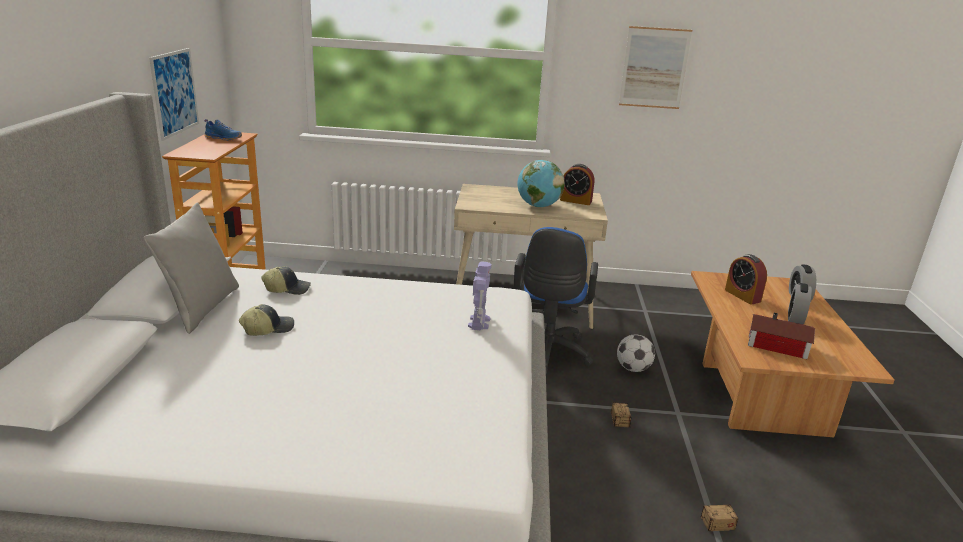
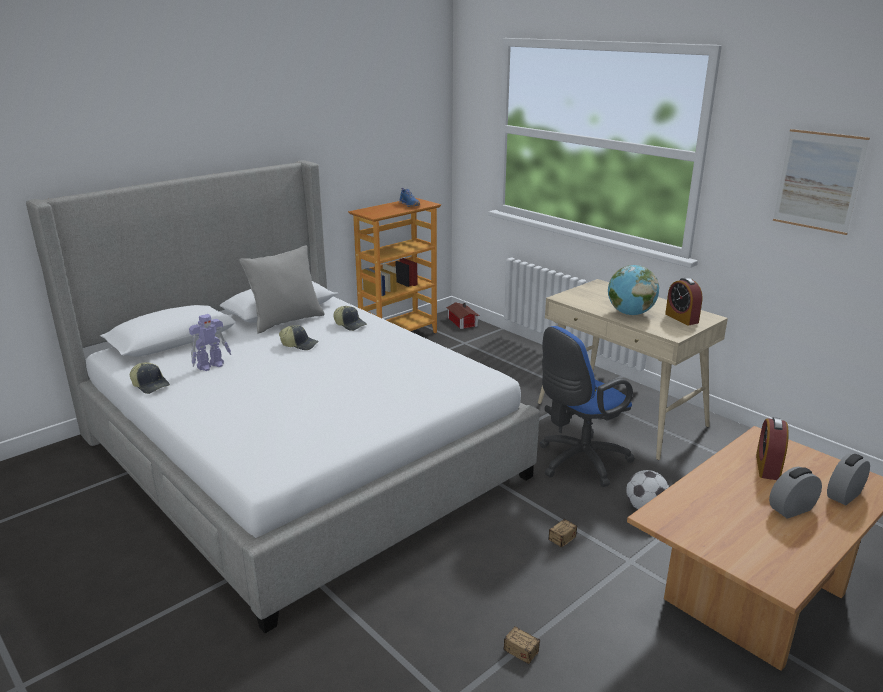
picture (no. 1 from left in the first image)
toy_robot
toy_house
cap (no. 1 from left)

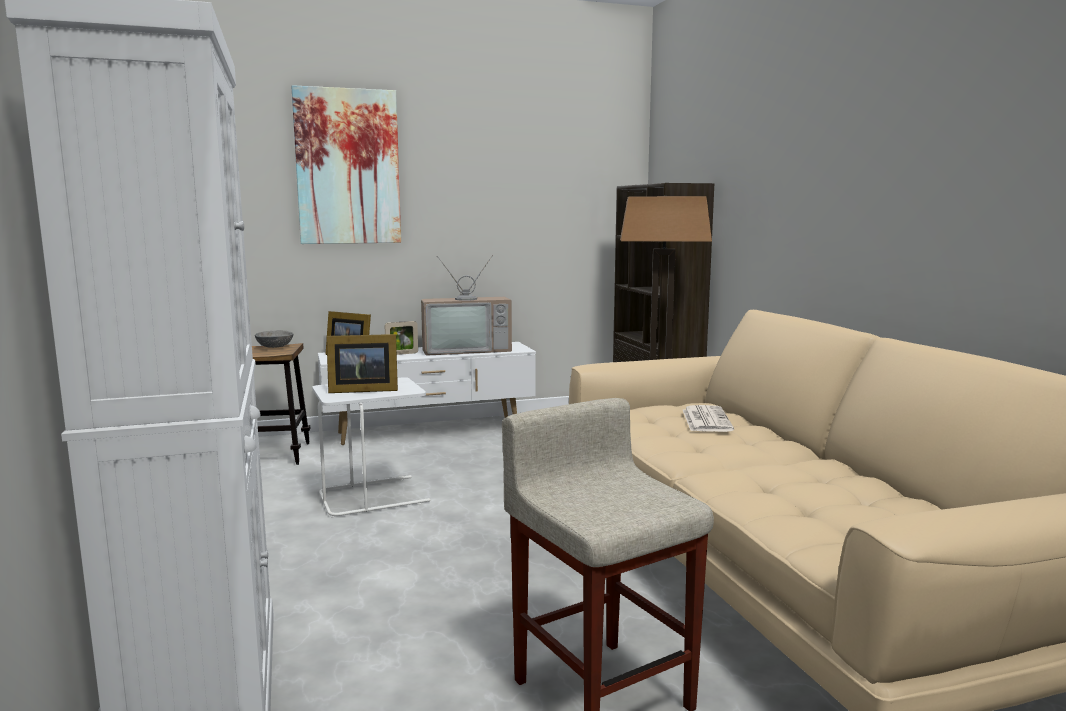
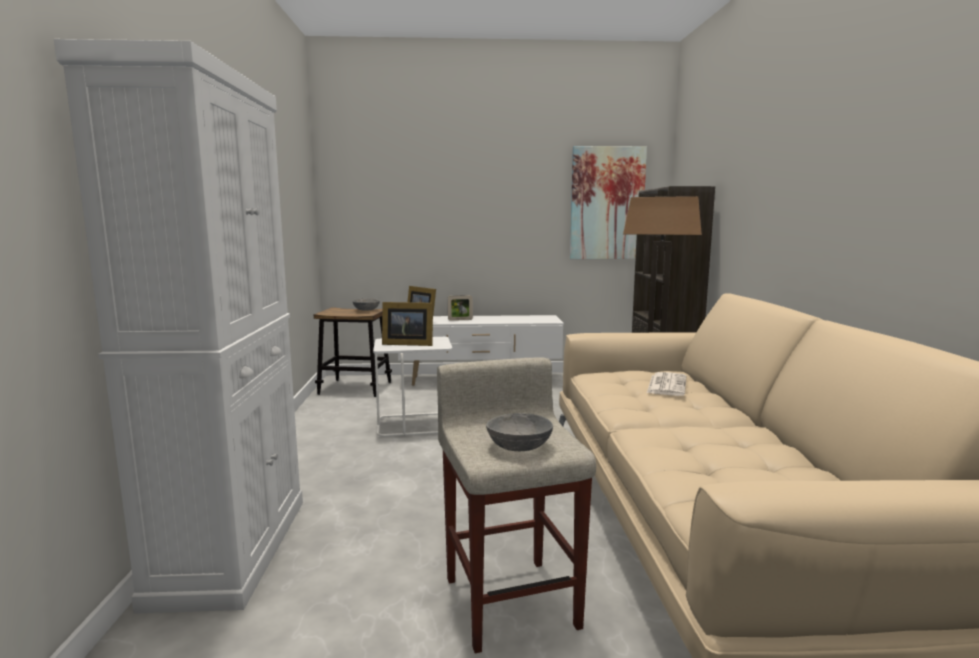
picture
television
grey_bowl (no. 2 from left)

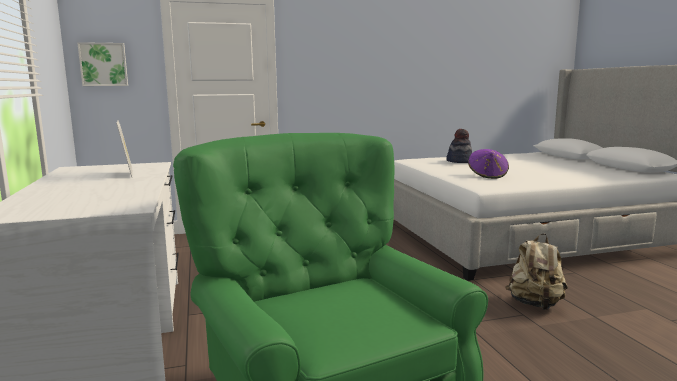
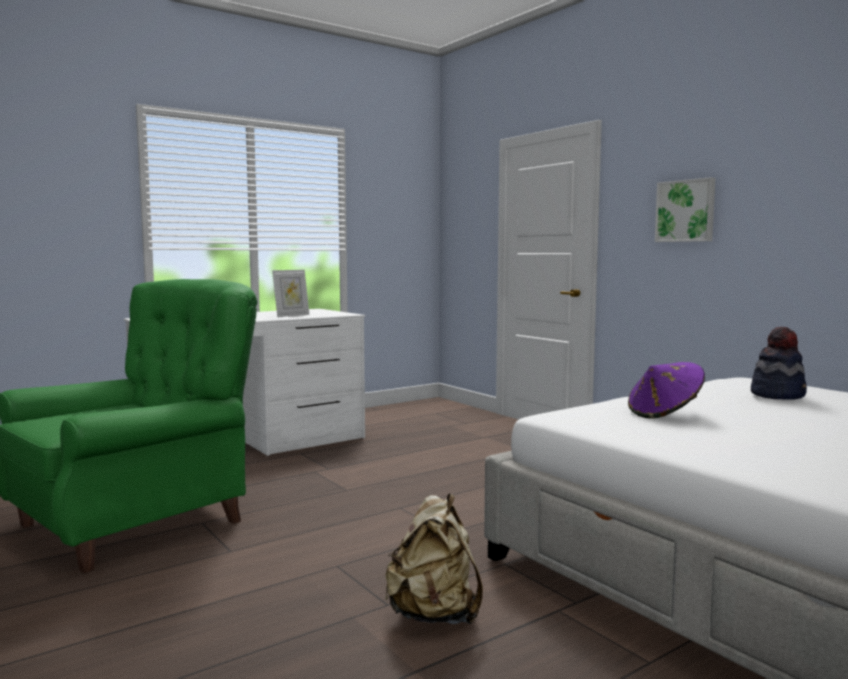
picture

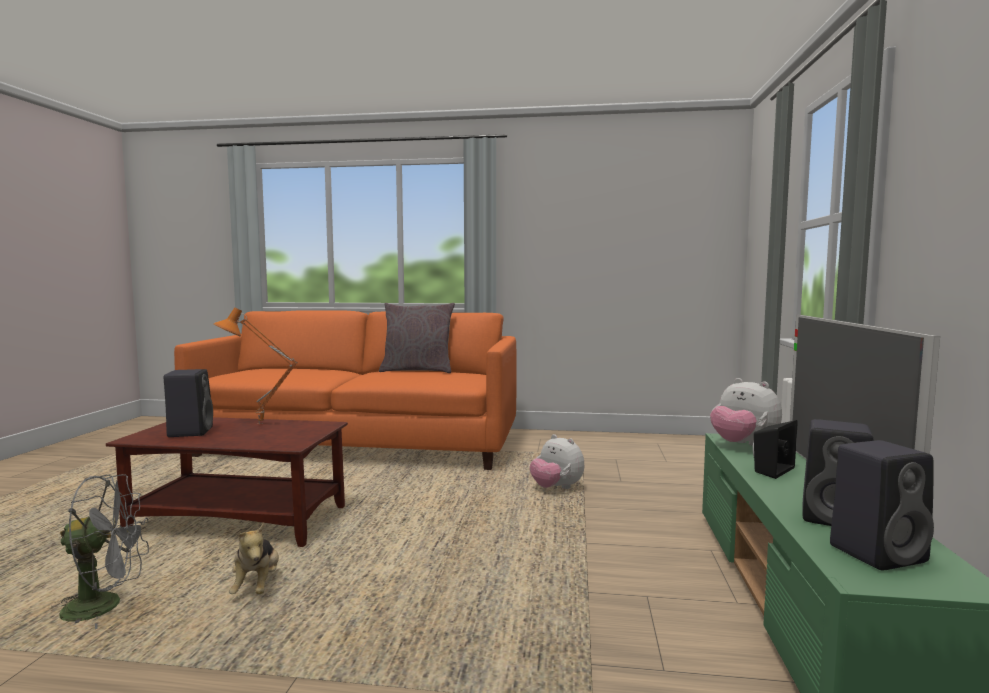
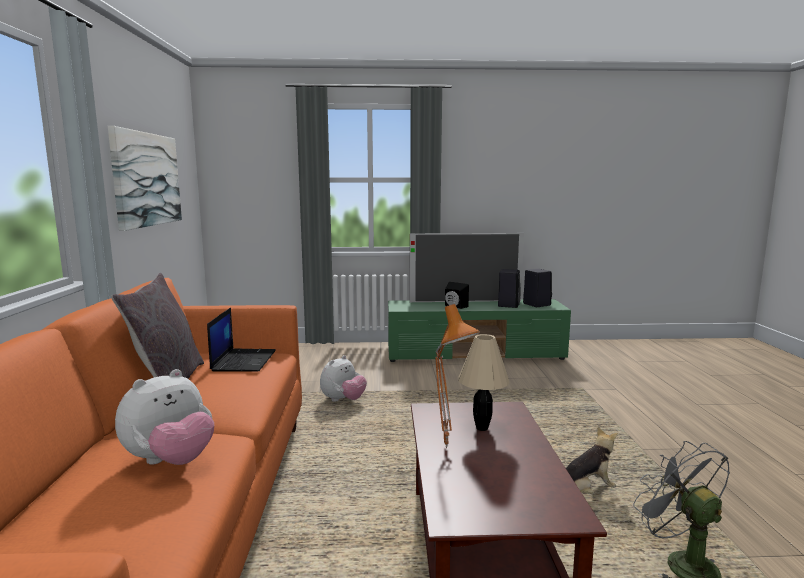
black_speaker (no. 1 from left in the first image)
plush_toy (no. 1 from left)
picture
laptop
beige_table_lamp

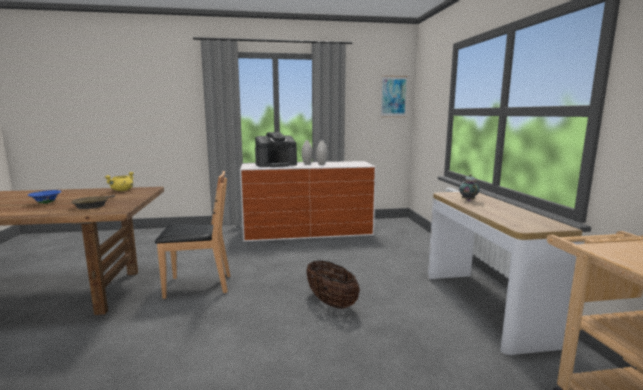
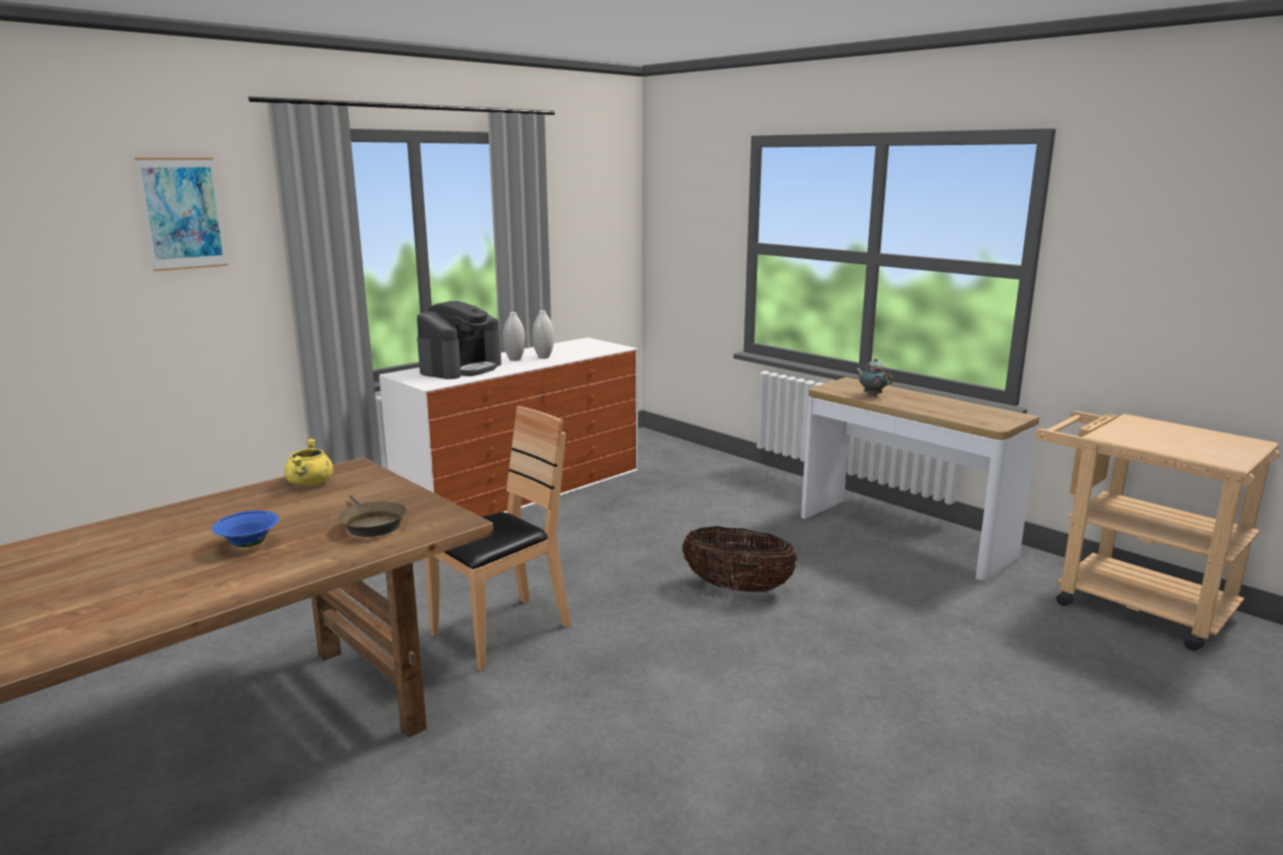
picture

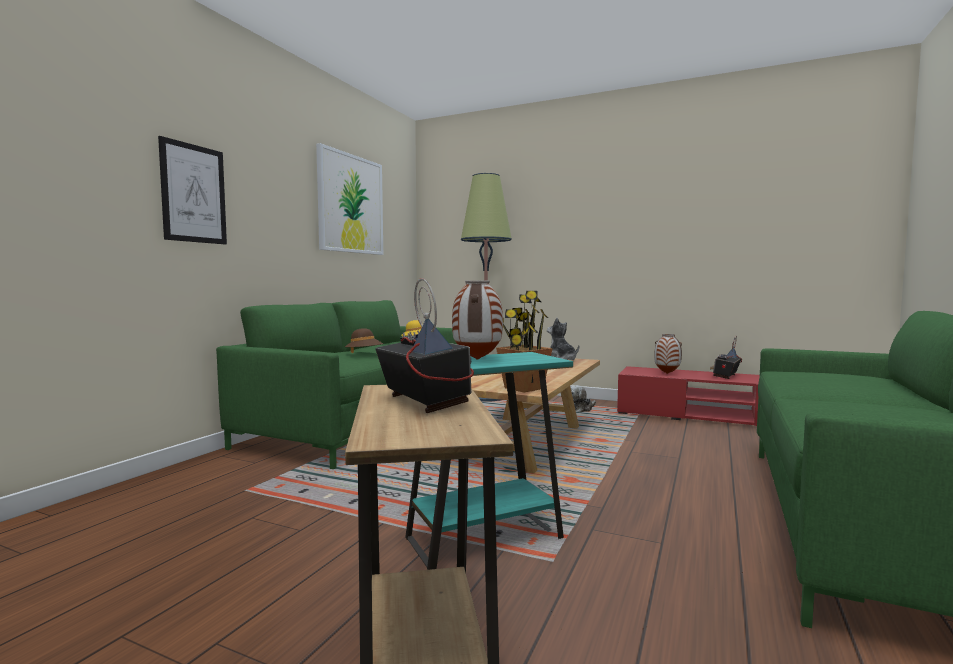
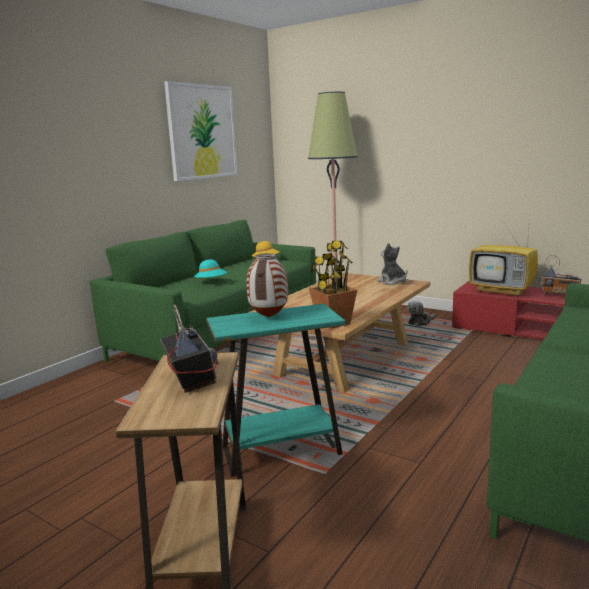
picture (no. 1 from left in the first image)
turquoise_hat
television
radio (no. 2 from left)

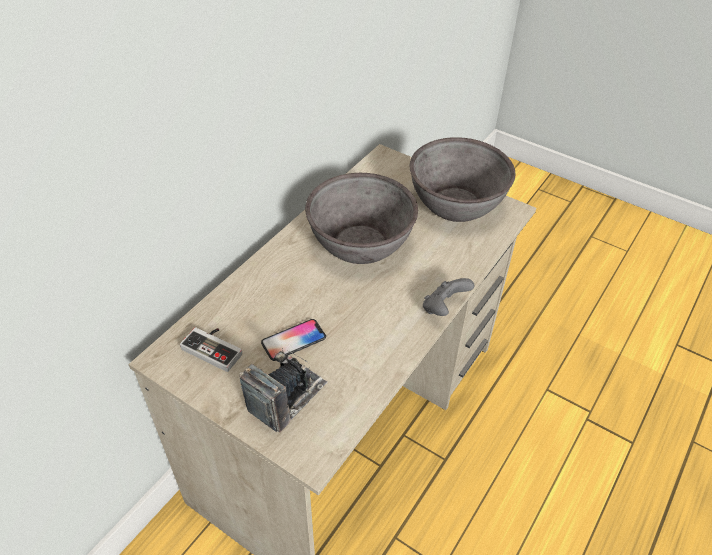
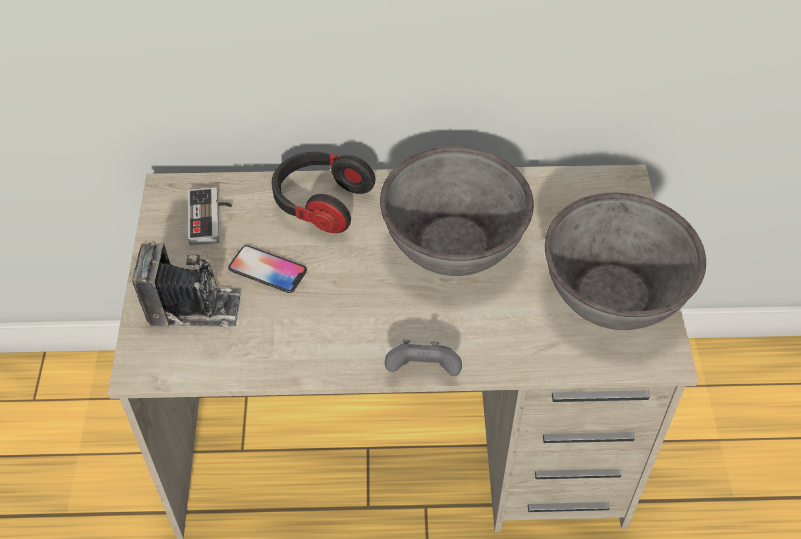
headphones

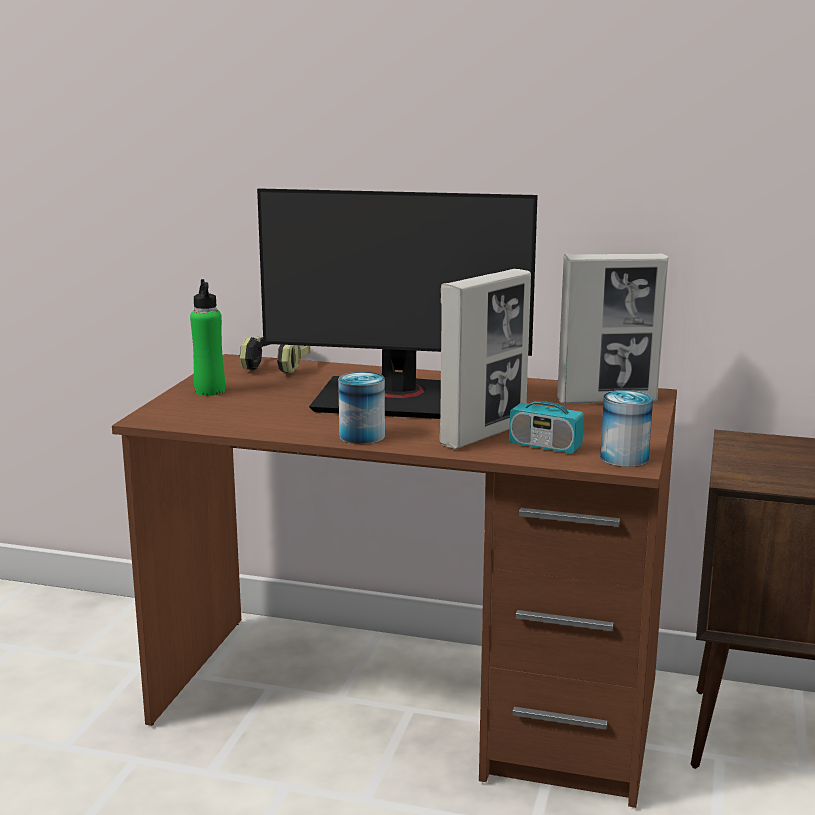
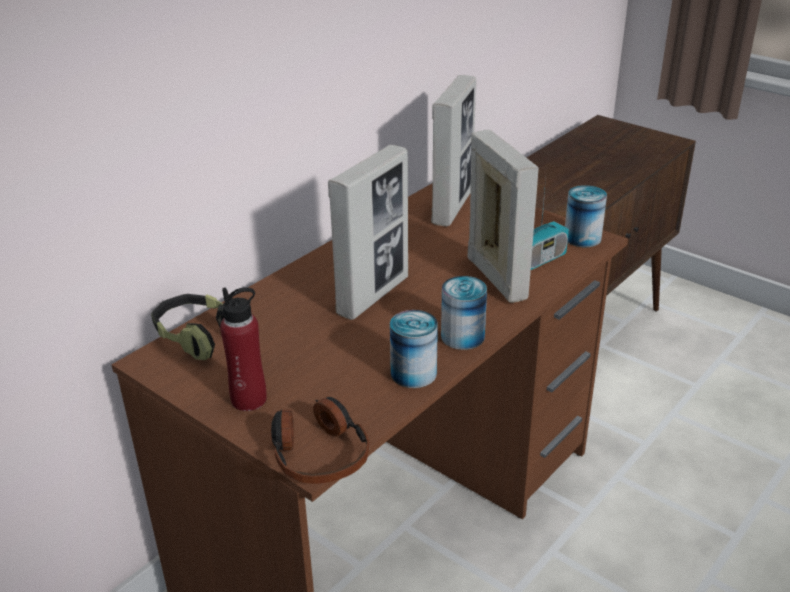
red_bottle
picture_frame (no. 1 from left)
headphones (no. 2 from left)
can (no. 1 from left)

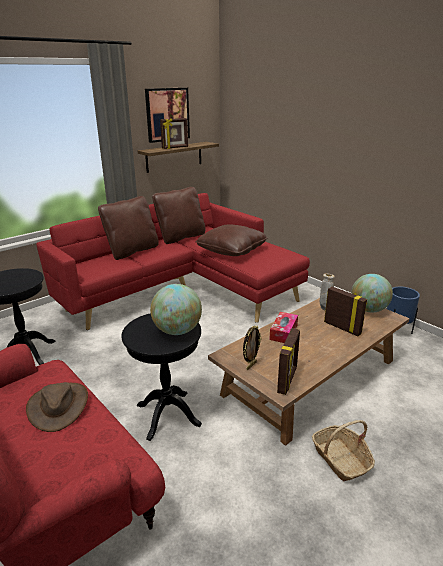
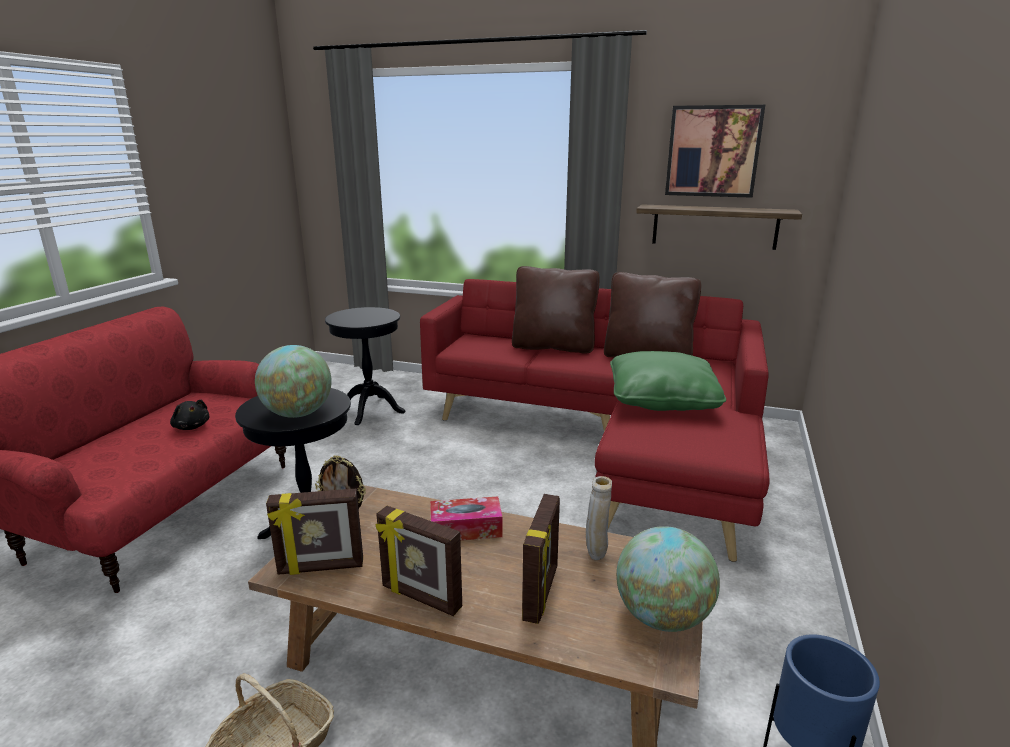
black_plush_toy
picture_frame (no. 3 from left)
green_pillow

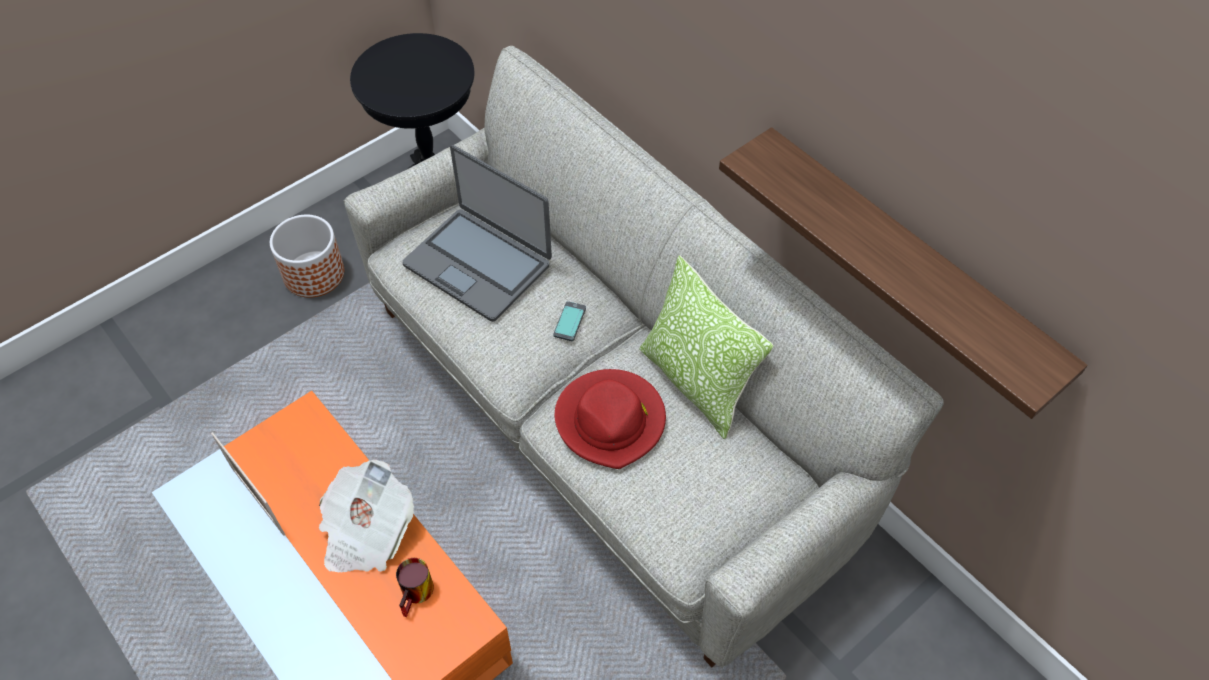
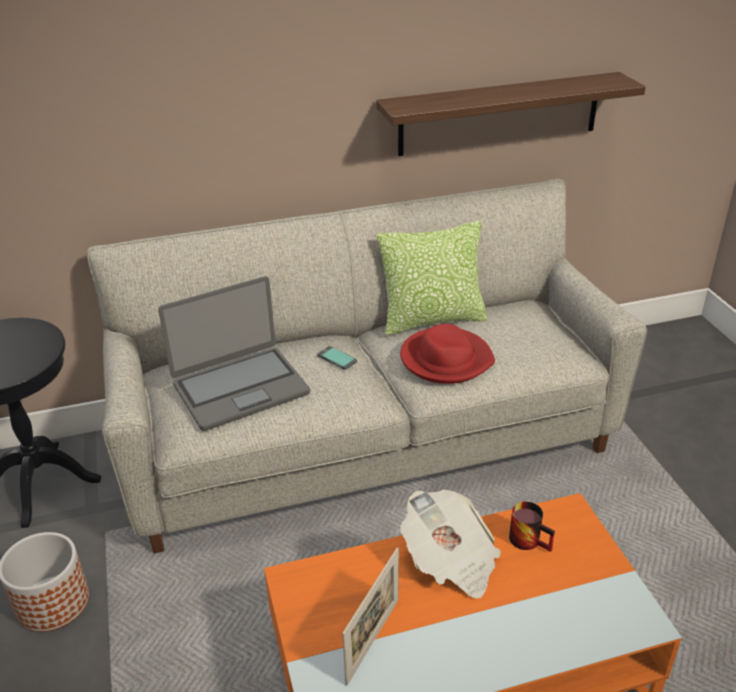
picture_frame

